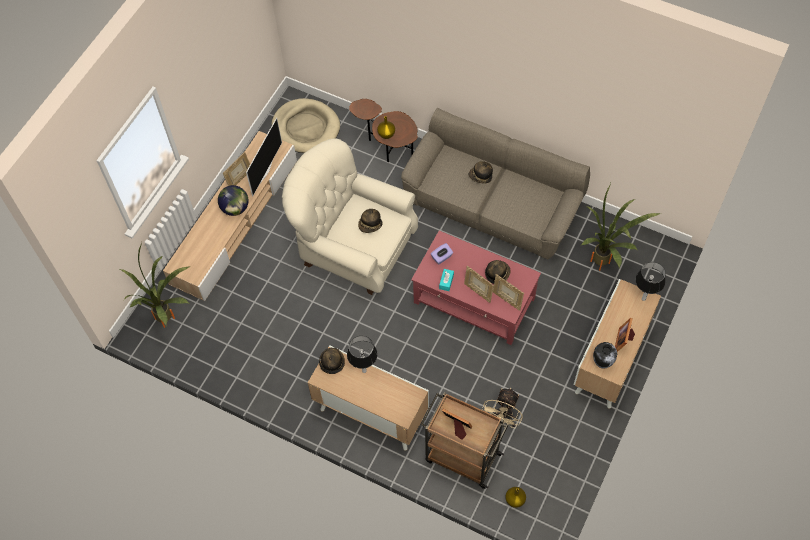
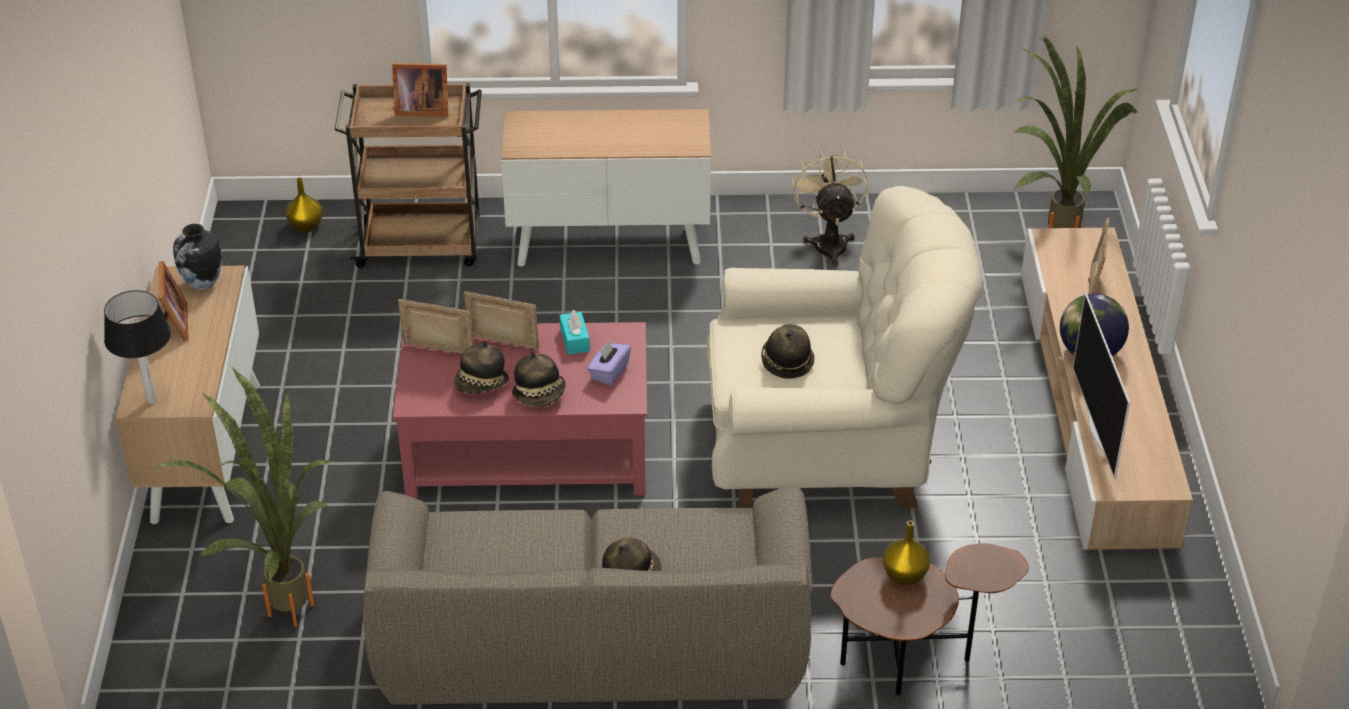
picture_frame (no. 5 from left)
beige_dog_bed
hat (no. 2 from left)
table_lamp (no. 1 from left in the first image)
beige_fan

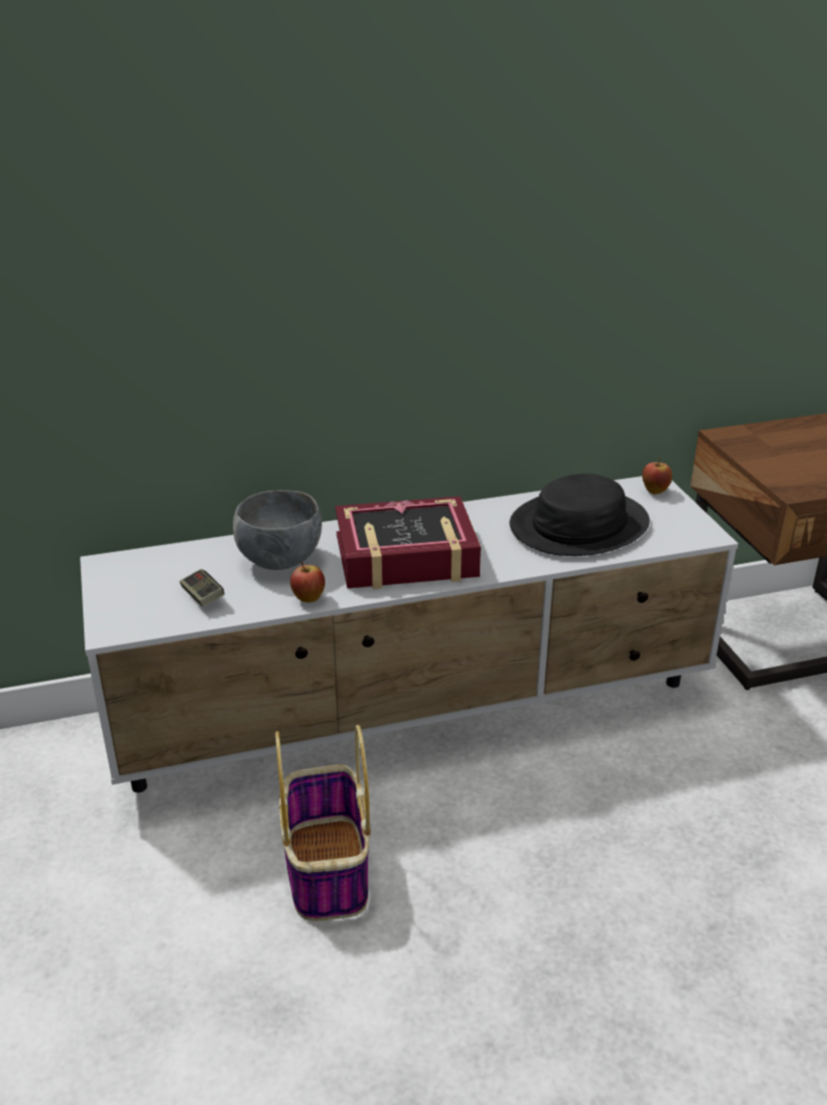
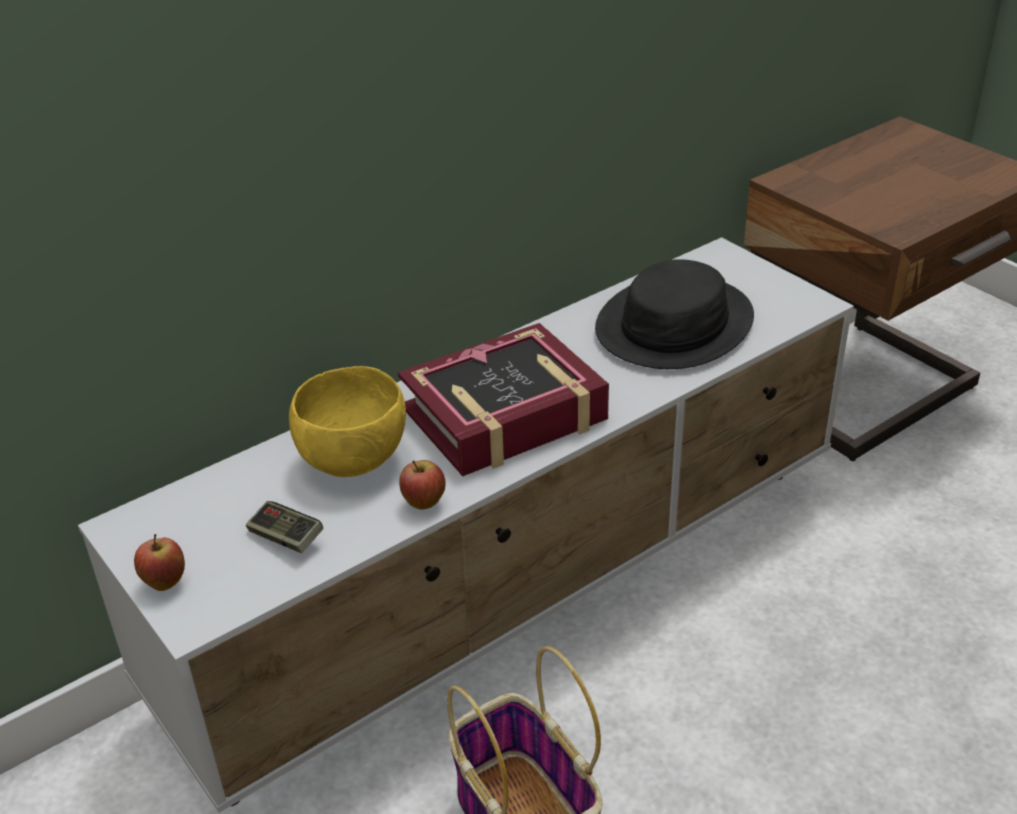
yellow_bowl
apple (no. 1 from left)

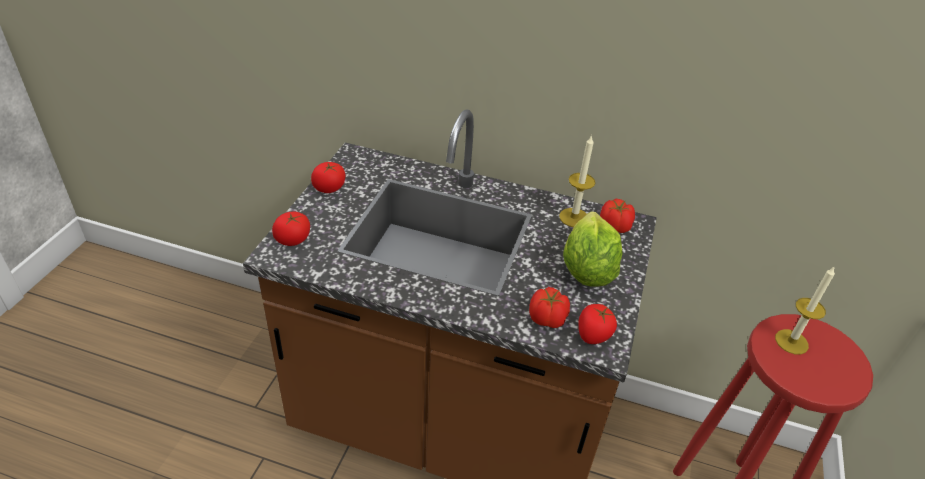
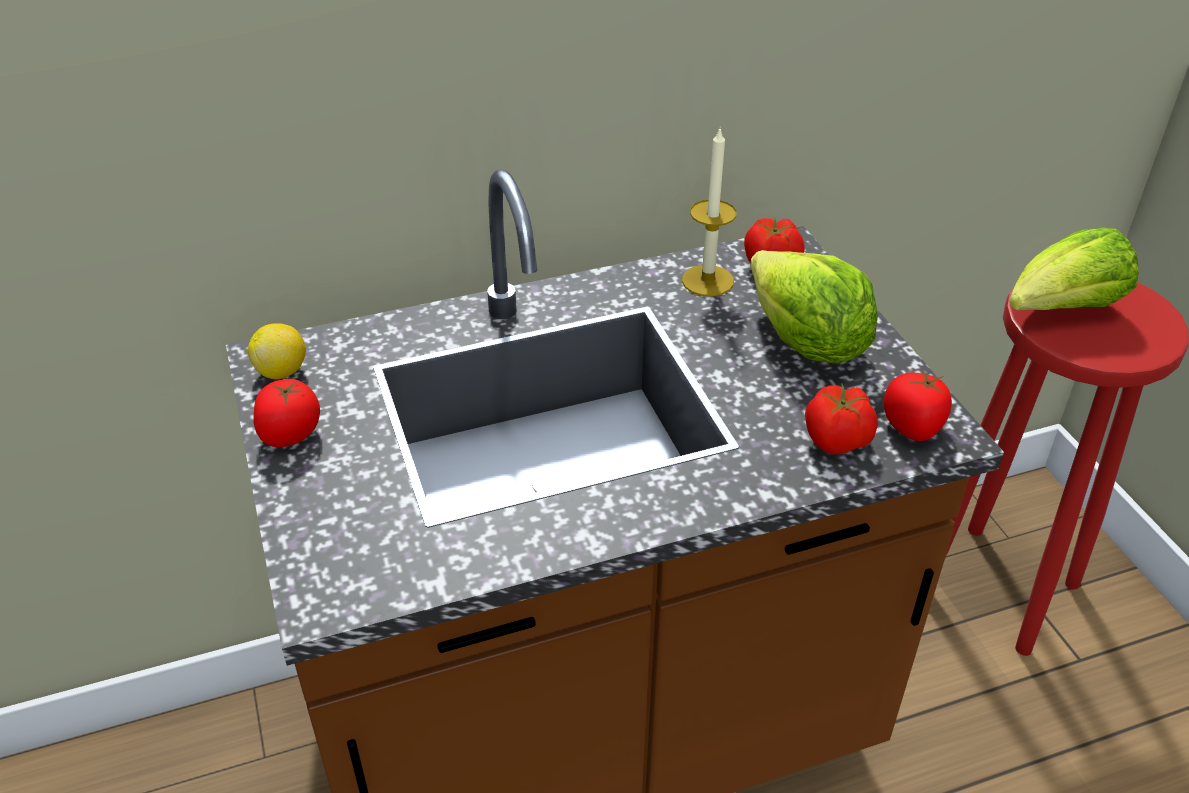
tomato (no. 1 from left in the first image)
lettuce (no. 2 from left)
lemon

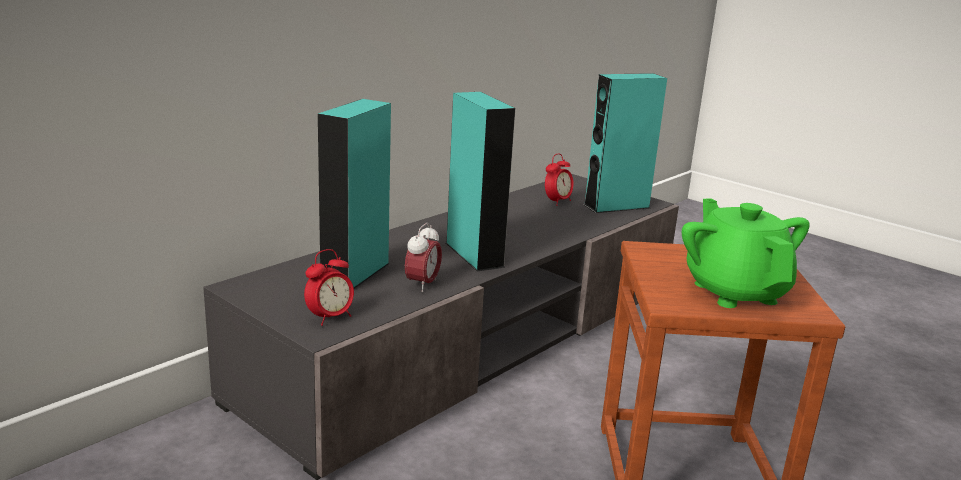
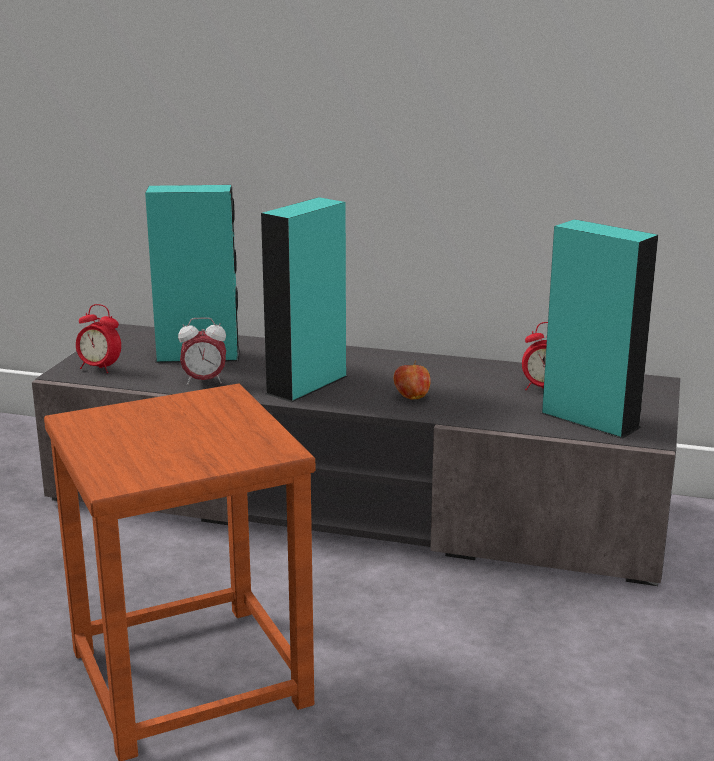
green_teapot
apple

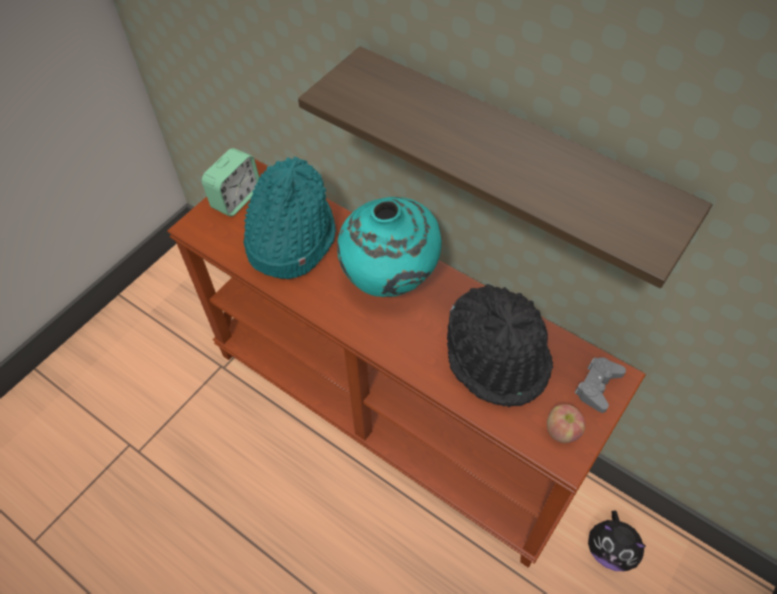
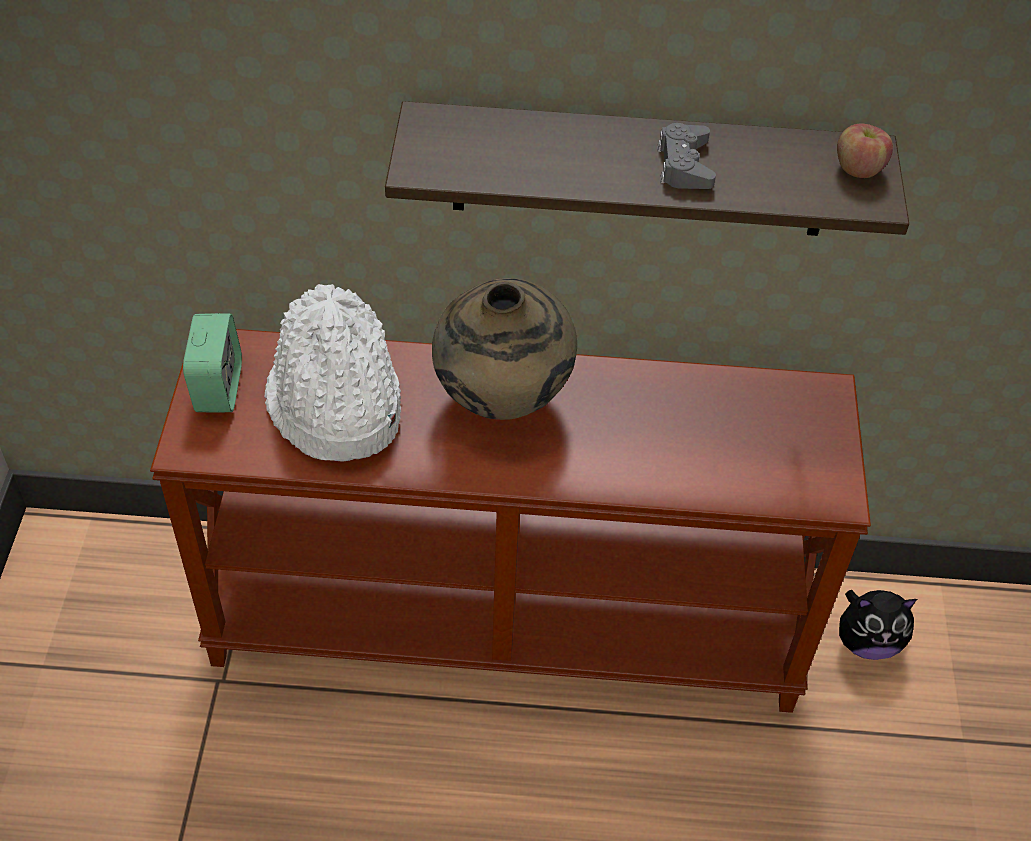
white_hat
beige_vase
black_hat
apple
grey_game_controller

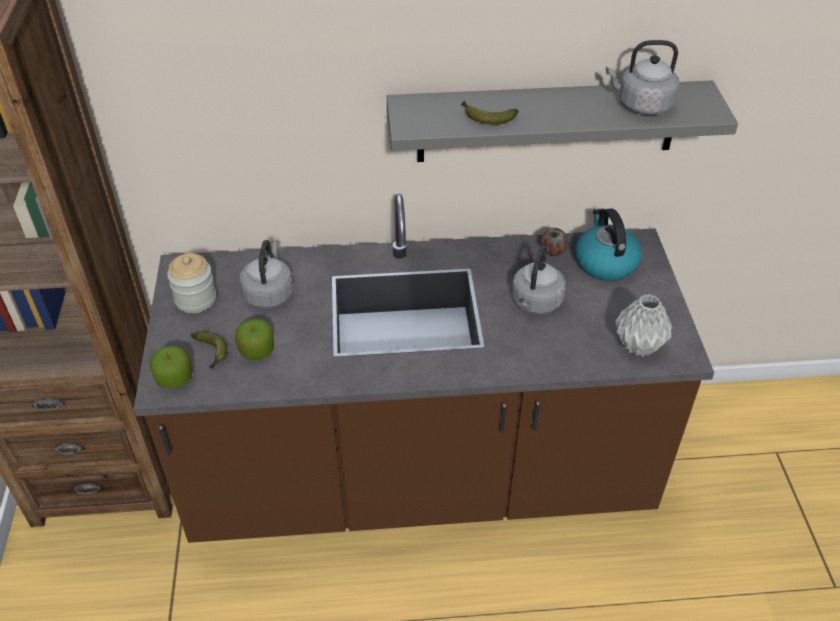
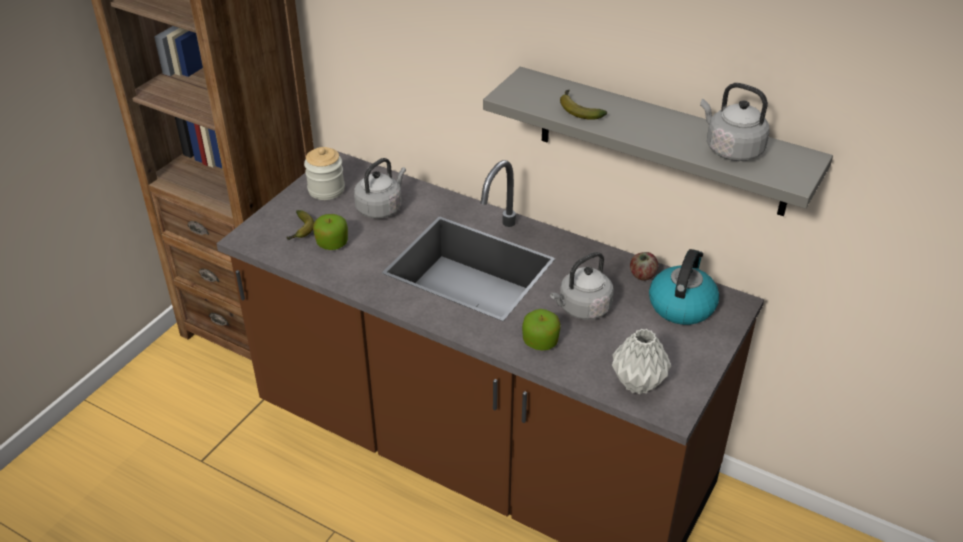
apple (no. 2 from left)

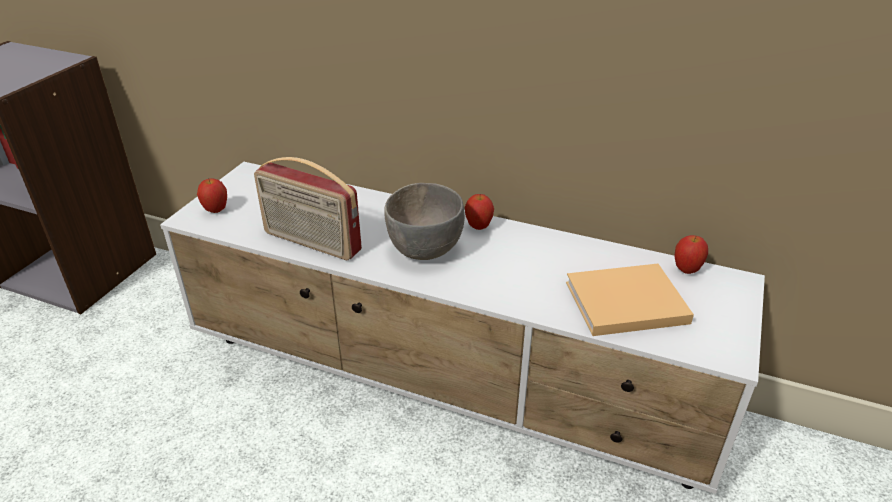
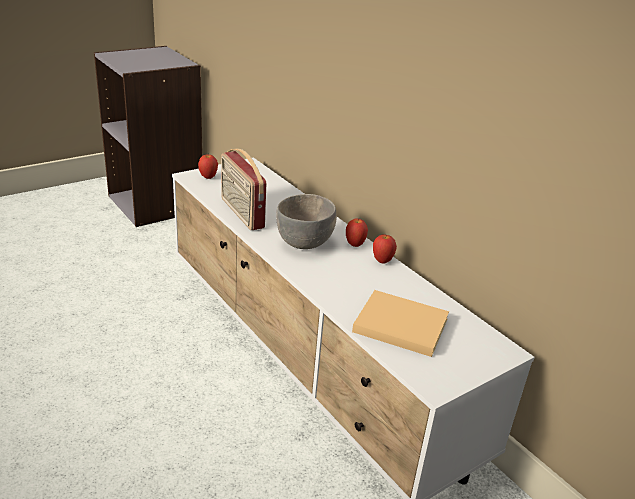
apple (no. 3 from left)

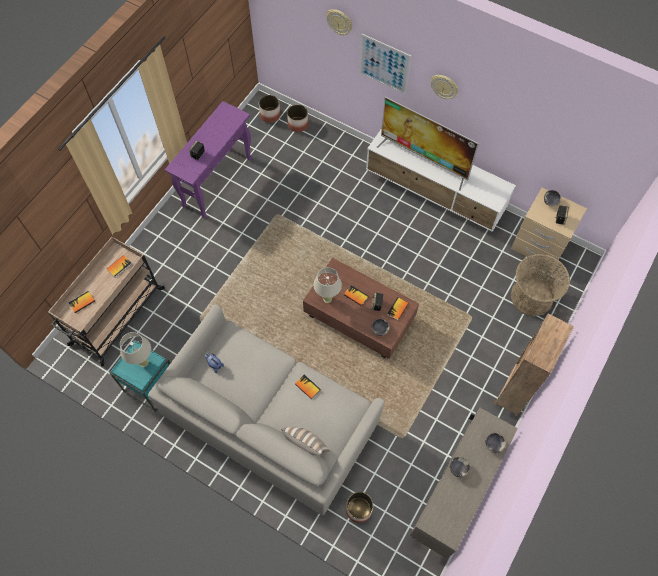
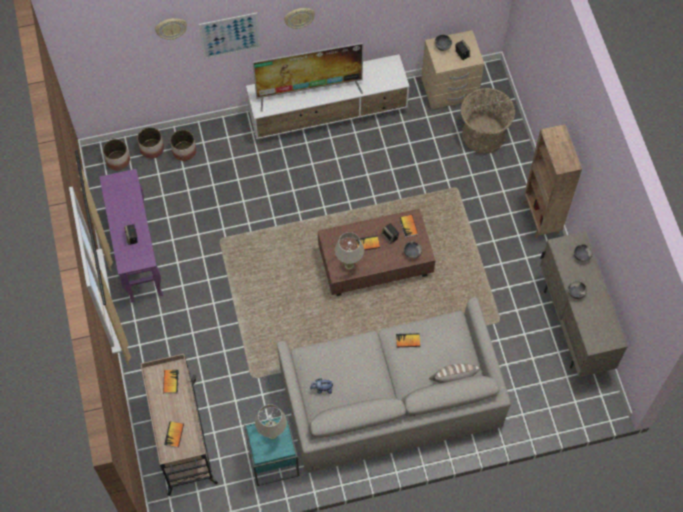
planter (no. 3 from left)

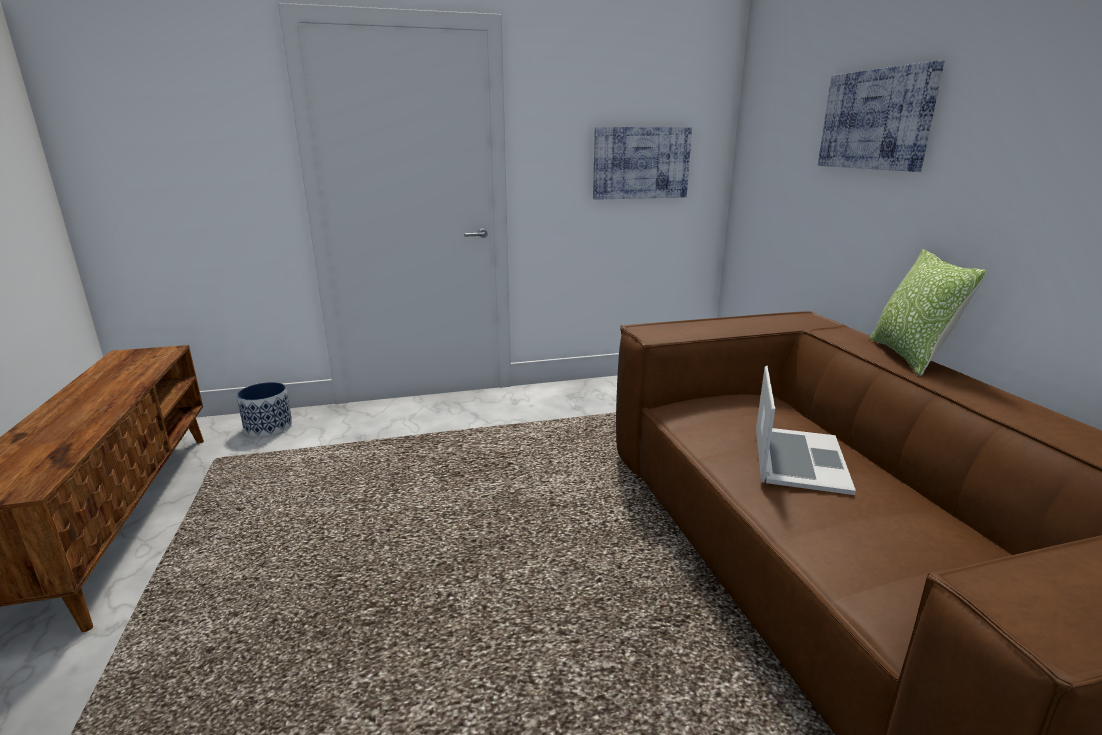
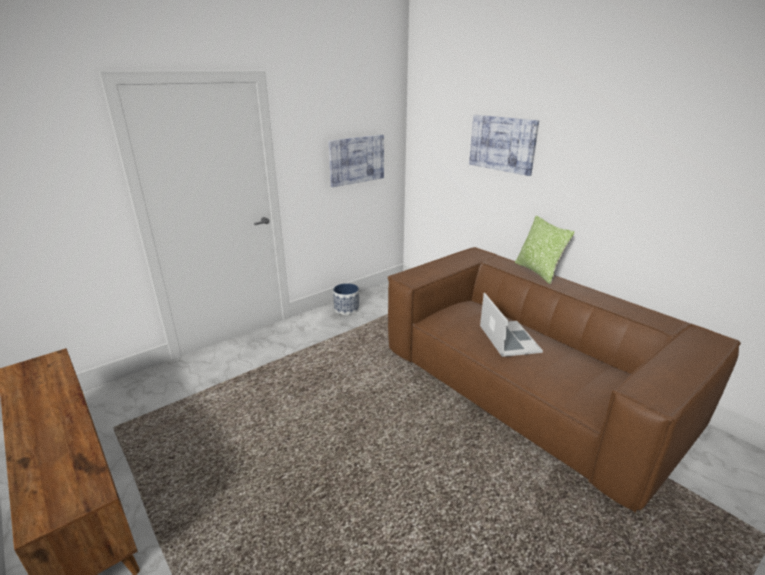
planter

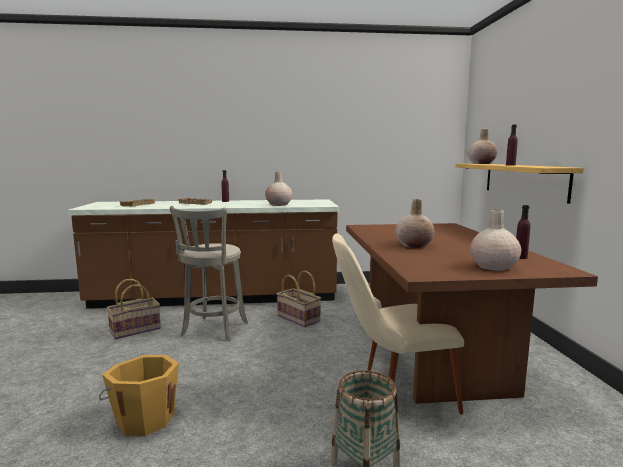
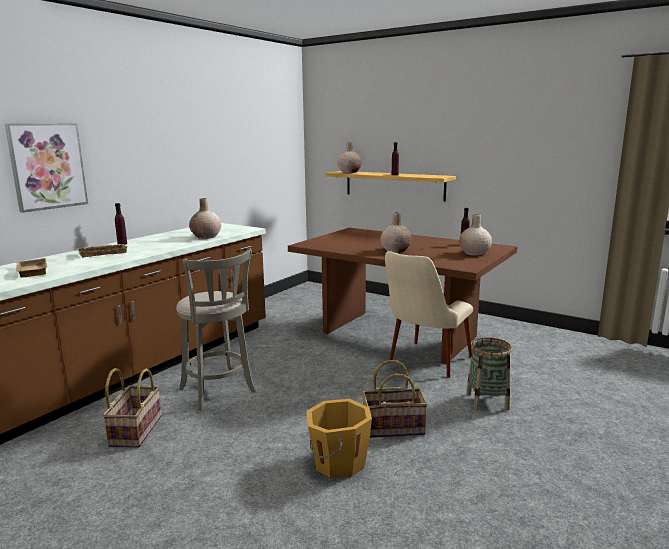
basket (no. 2 from left)
picture

